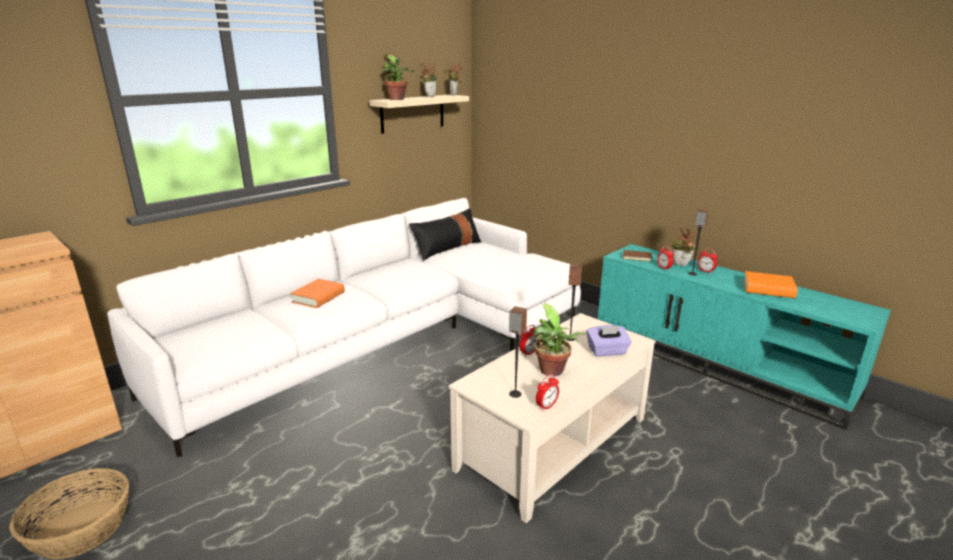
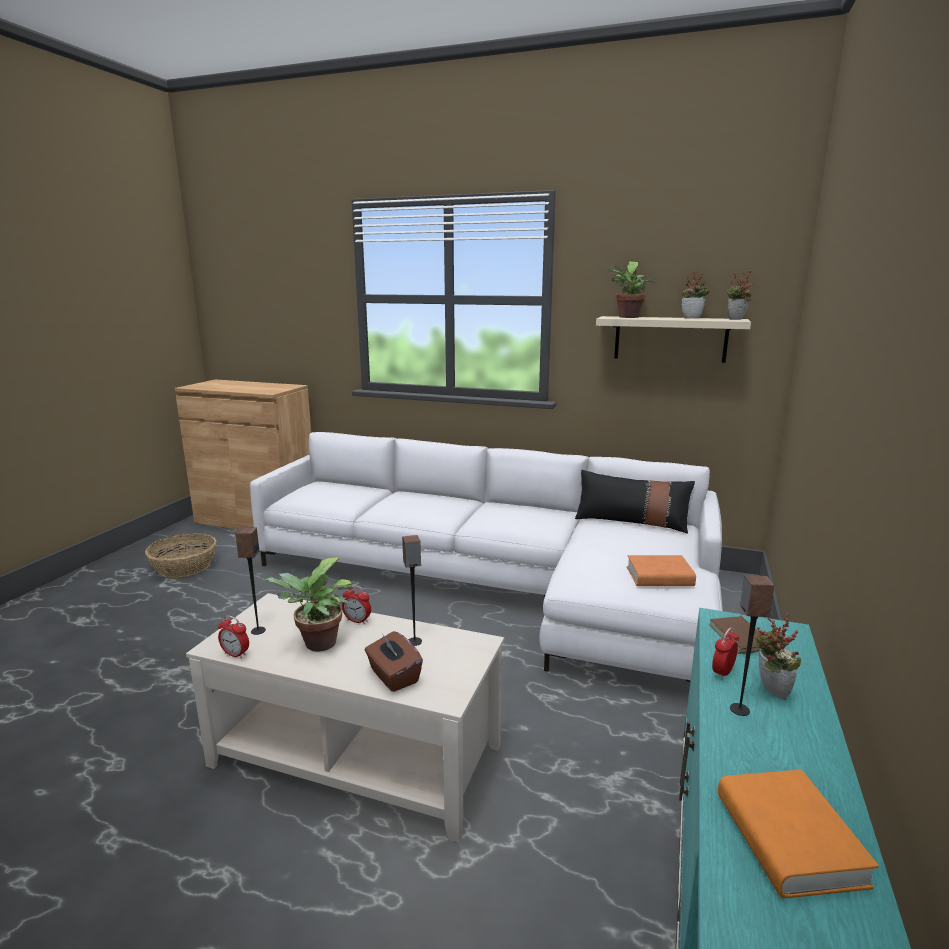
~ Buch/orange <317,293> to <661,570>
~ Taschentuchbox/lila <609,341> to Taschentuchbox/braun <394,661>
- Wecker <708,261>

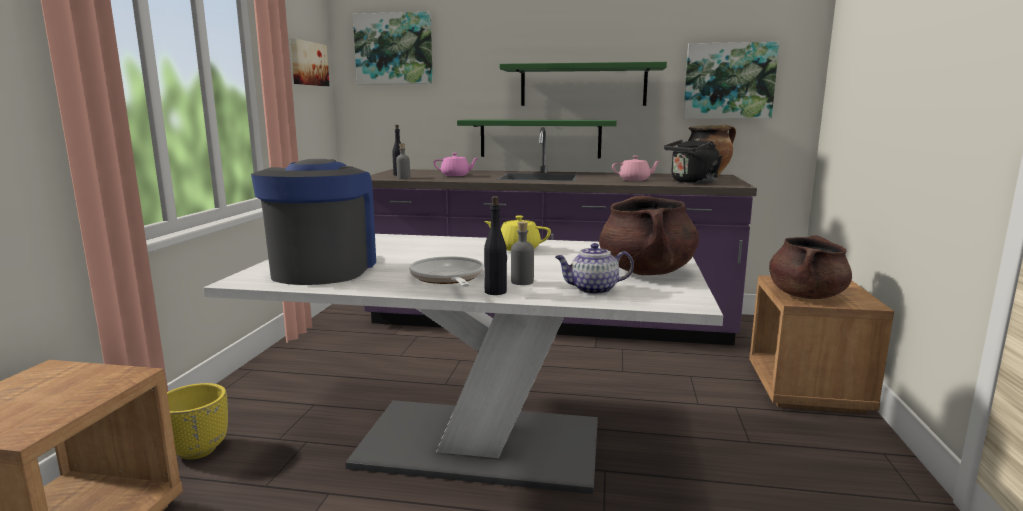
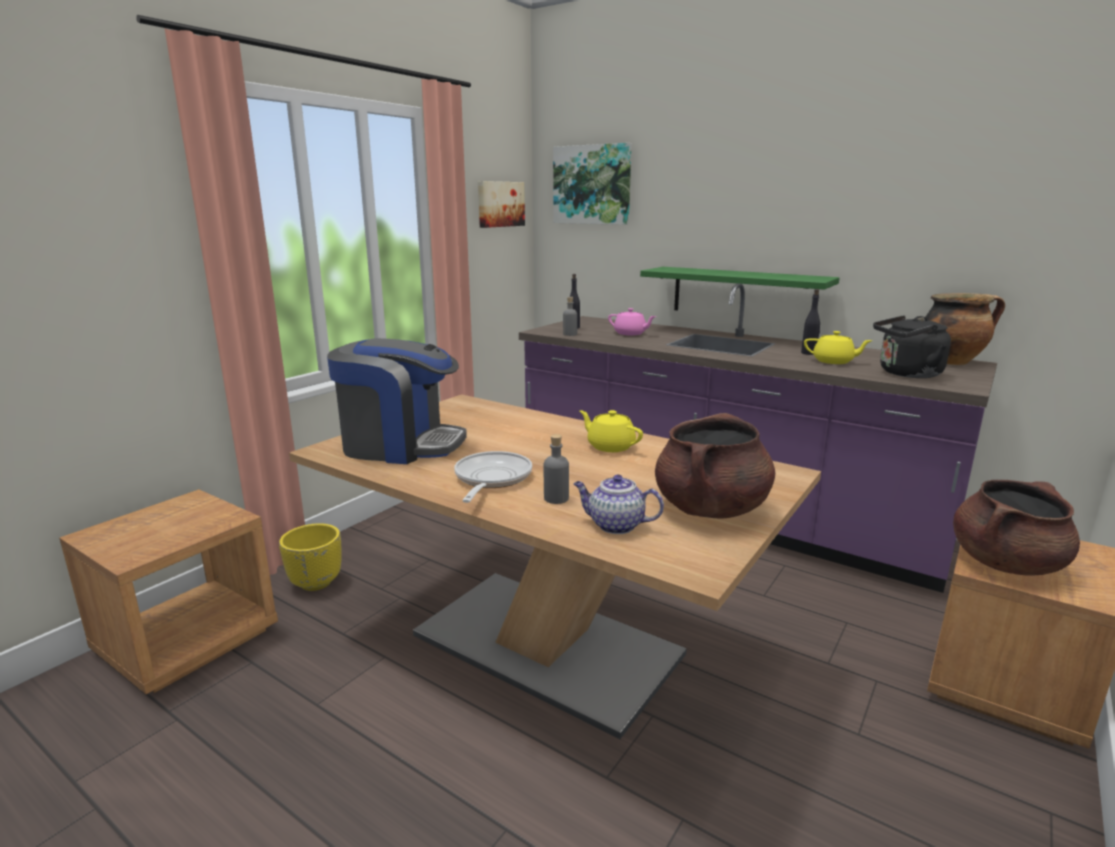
~ Esstisch/weiß <463,364> to Esstisch/braun <555,566>
~ Kaffeemaschine <313,222> = <397,401> 75 degrees clockwise
~ Flasche/schwarz <495,245> to <810,322>
- Wandregal/grün <583,84>
~ Teekanne/rosa <636,168> to Teekanne/gelb <838,347>
- Bild <731,80>

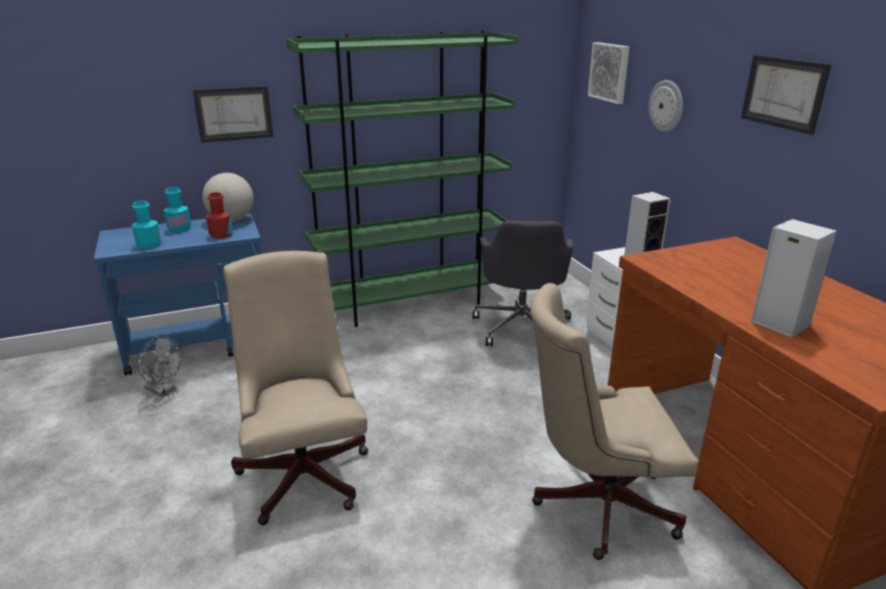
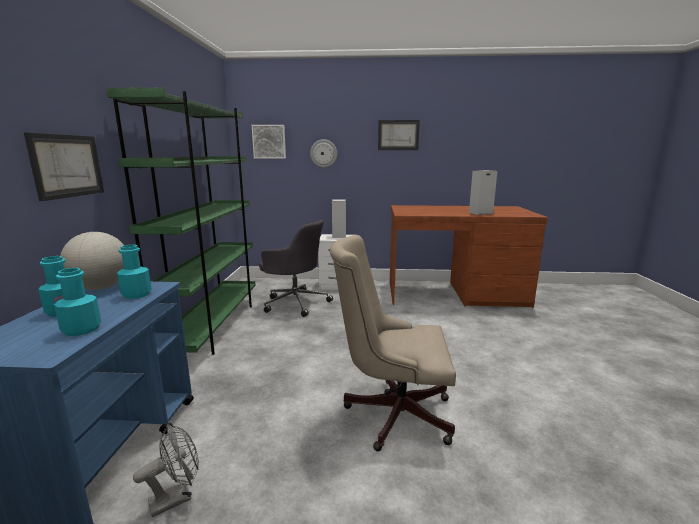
~ Flasche/rot <219,215> to Flasche/türkis <134,272>
- Bürostuhl/beige <614,421>

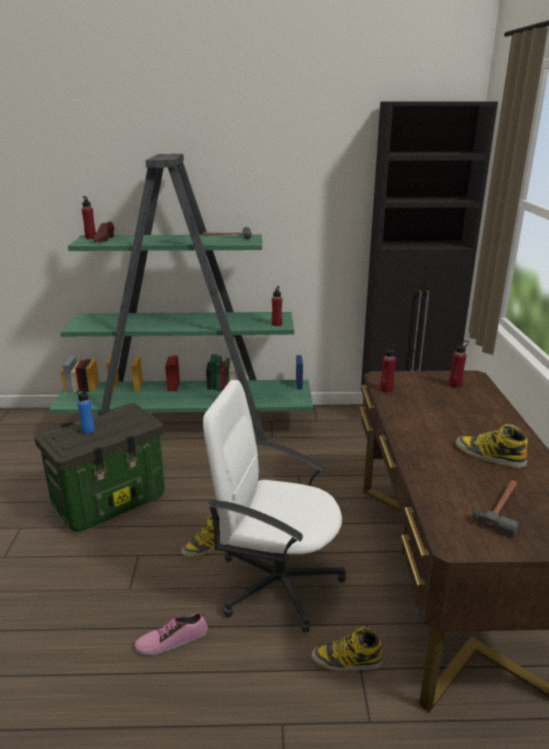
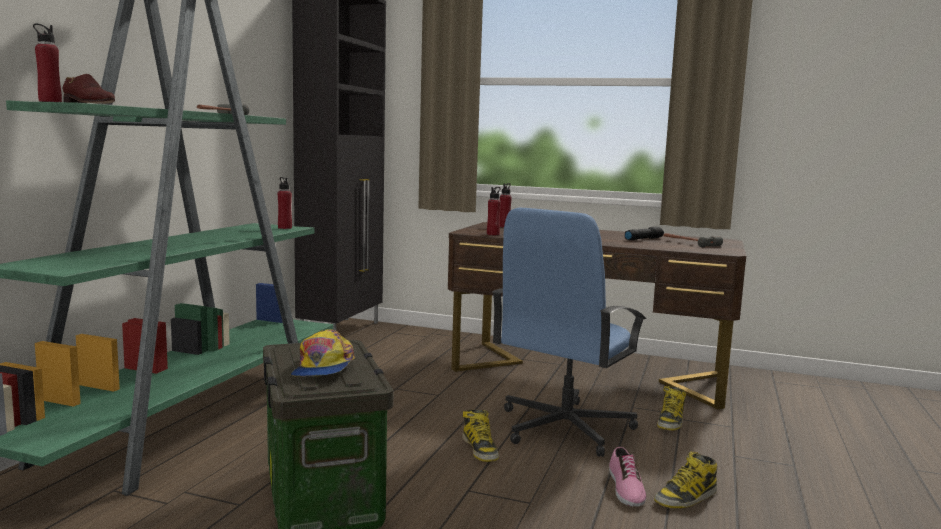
~ Flasche/blau <85,411> to Kappe <323,353>
~ Bürostuhl/weiß <274,506> to Bürostuhl/blau <569,332>
~ Stiefel <492,446> to <685,480>
+ Taschenlampe/schwarz <644,233>

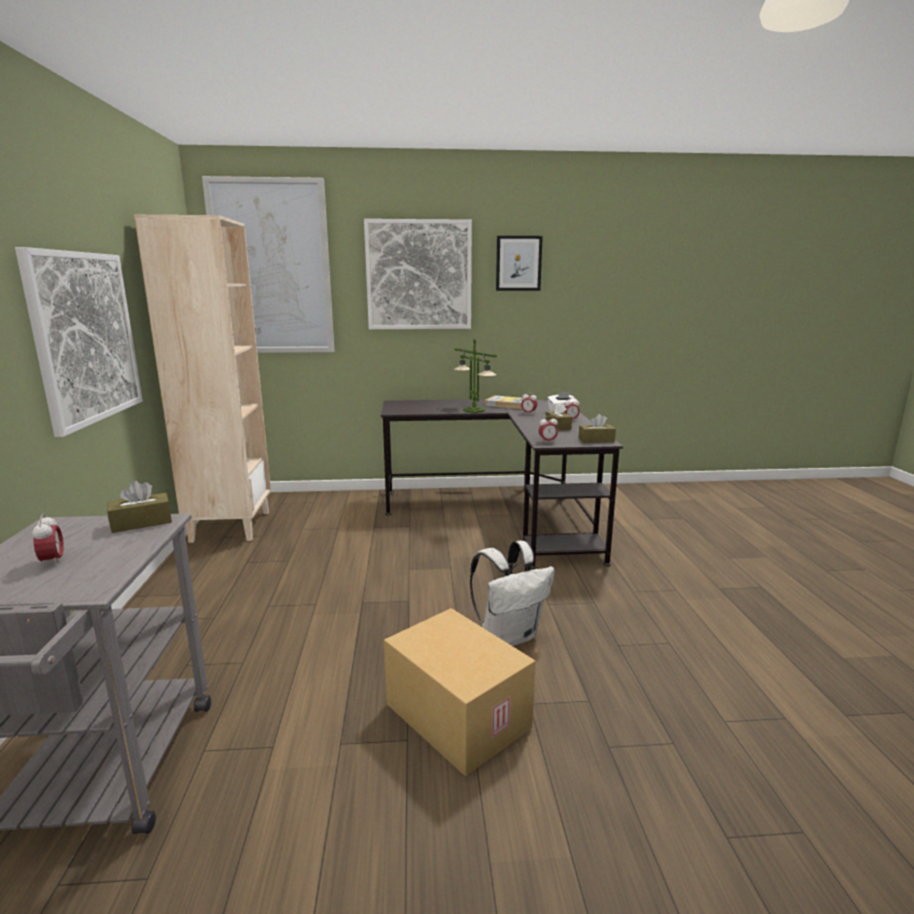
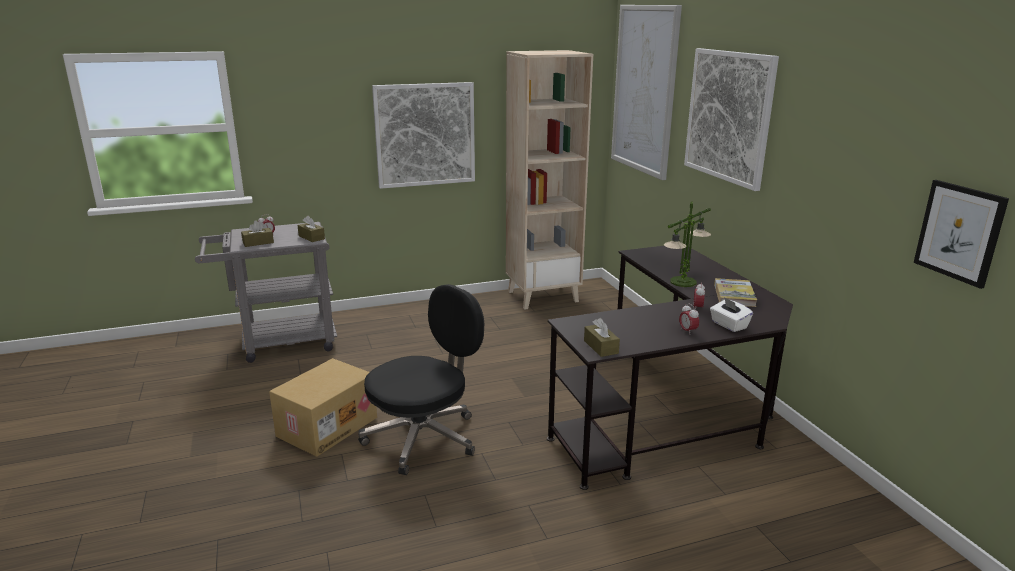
~ Rucksack/weiß <512,593> to Bürostuhl/schwarz <421,379>
~ Bild <519,263> to <961,234>
- Wecker <548,429>
~ Taschentuchbox/braun <559,416> to <257,233>

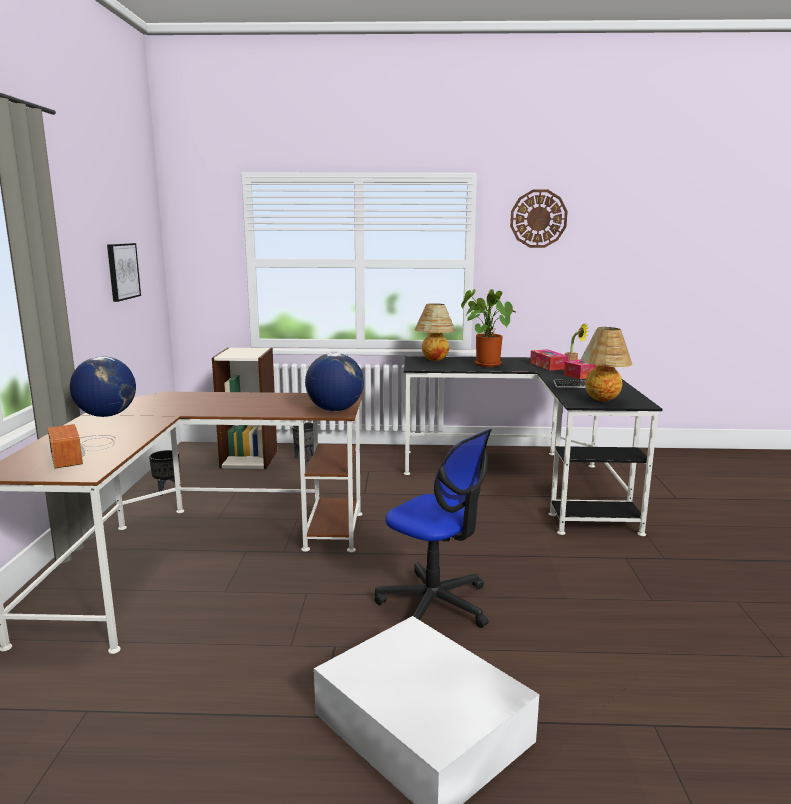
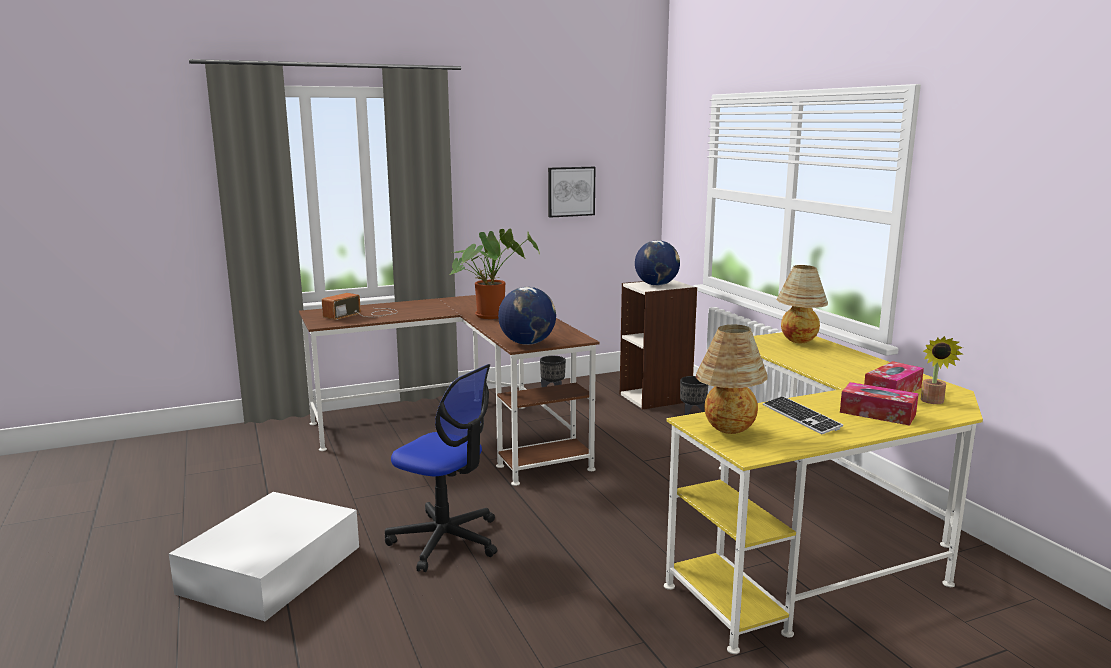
~ Globus <103,386> to <657,263>
~ Bürostuhl <433,528> = <441,468> 75 degrees counterclockwise
~ Schreibtisch/schwarz <533,446> to Schreibtisch/gelb <823,493>
~ Topfpflanze <489,328> to <495,274>
- Wanduhr <539,219>

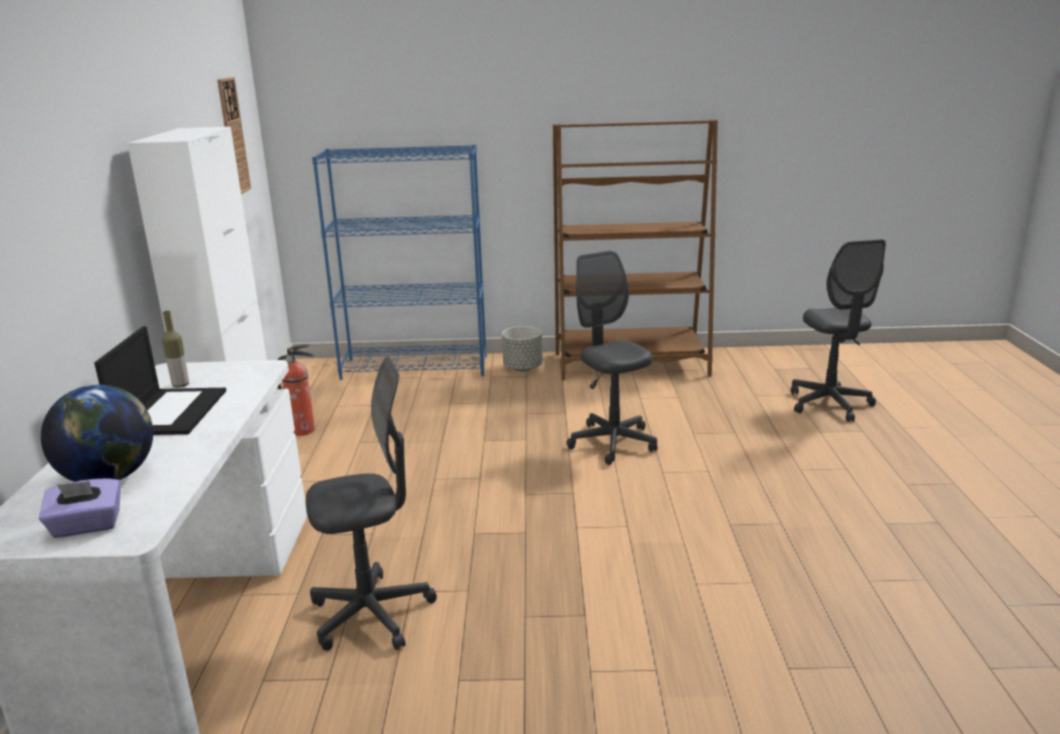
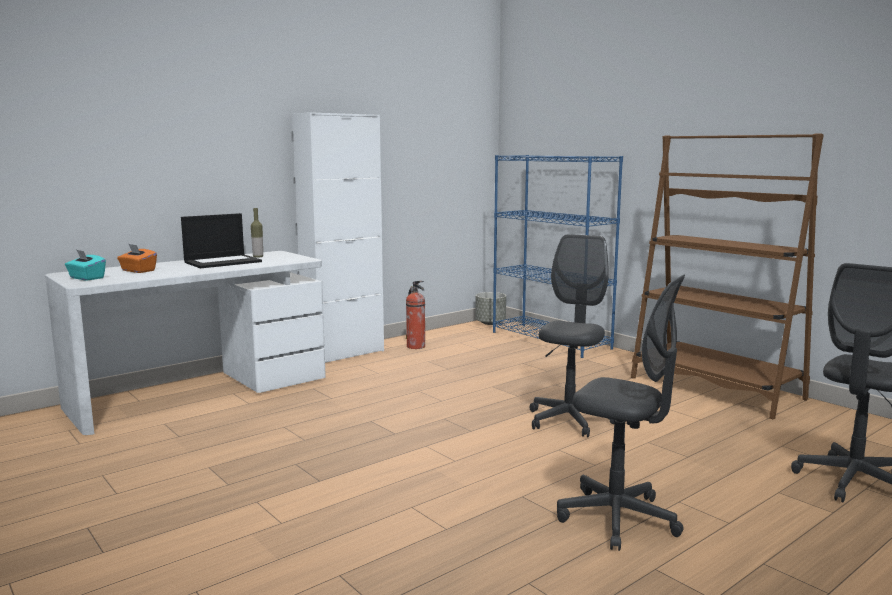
~ Taschentuchbox/lila <80,508> to Taschentuchbox/türkis <85,265>
~ Globus <97,433> to Taschentuchbox/orange <137,258>
- Wanduhr <234,136>
~ Bürostuhl/grau <371,503> to <621,413>
~ Pflanzkübel/grau <522,348> to <490,308>

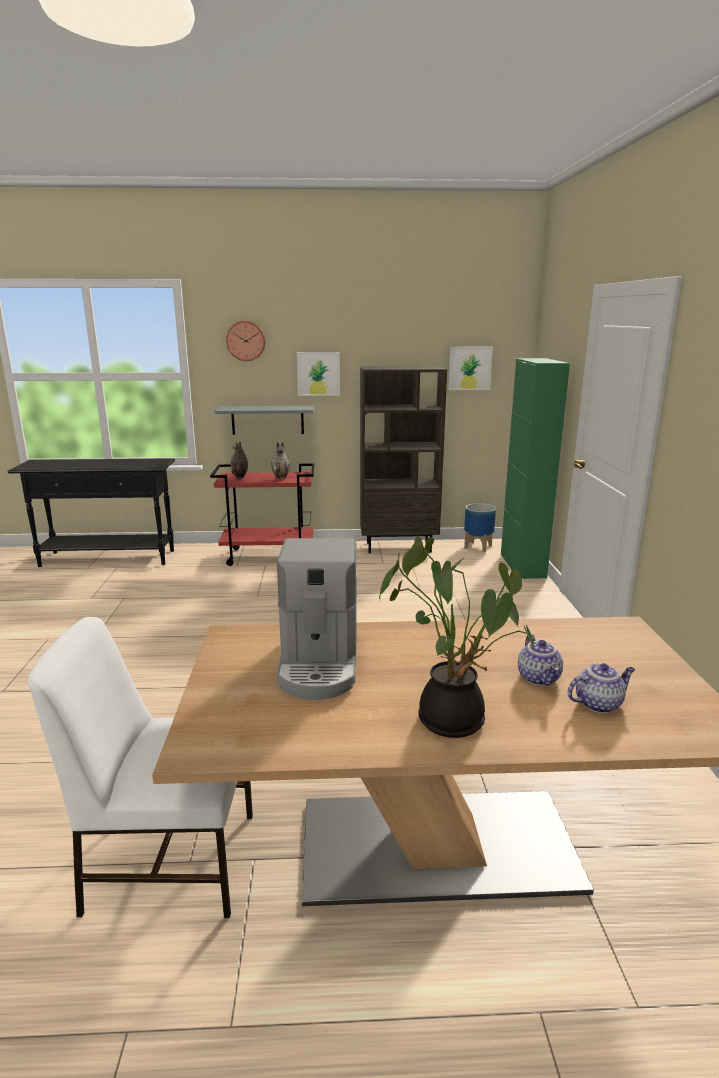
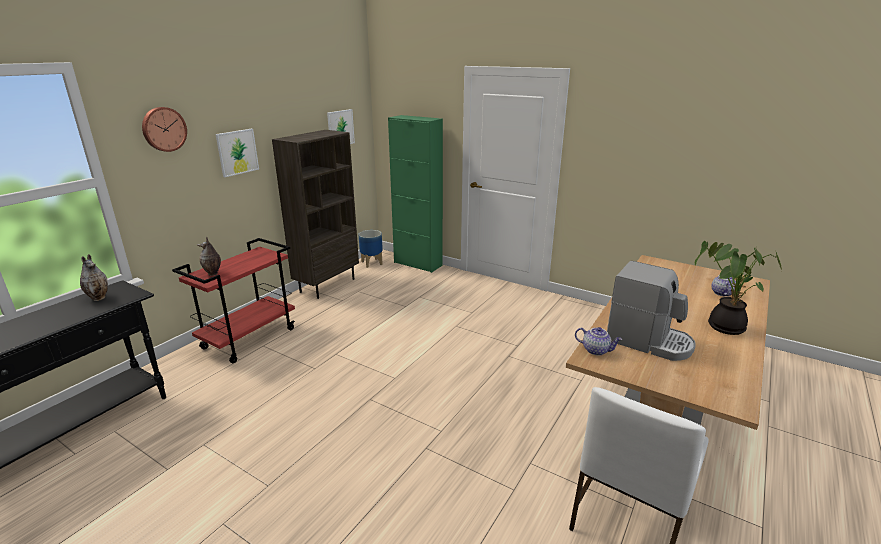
- Wandregal/grau <264,420>
~ Vase <280,461> to <94,277>
~ Teekanne <540,660> to <598,341>

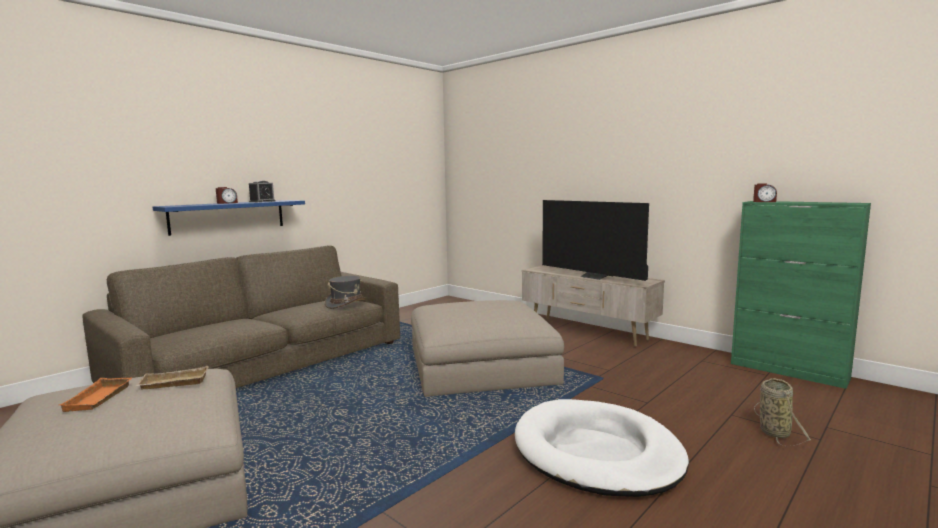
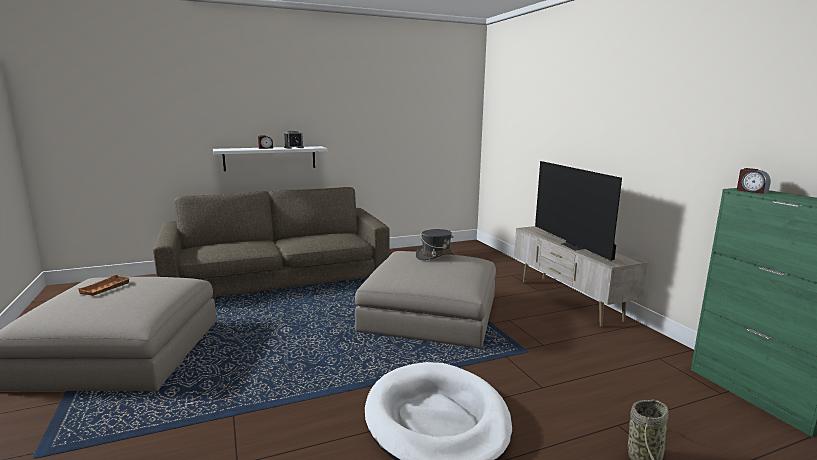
- Tablett/beige <172,377>
~ Wandregal/blau <229,218> to Wandregal/weiß <270,158>
~ Hut/grau <346,292> to <436,244>

